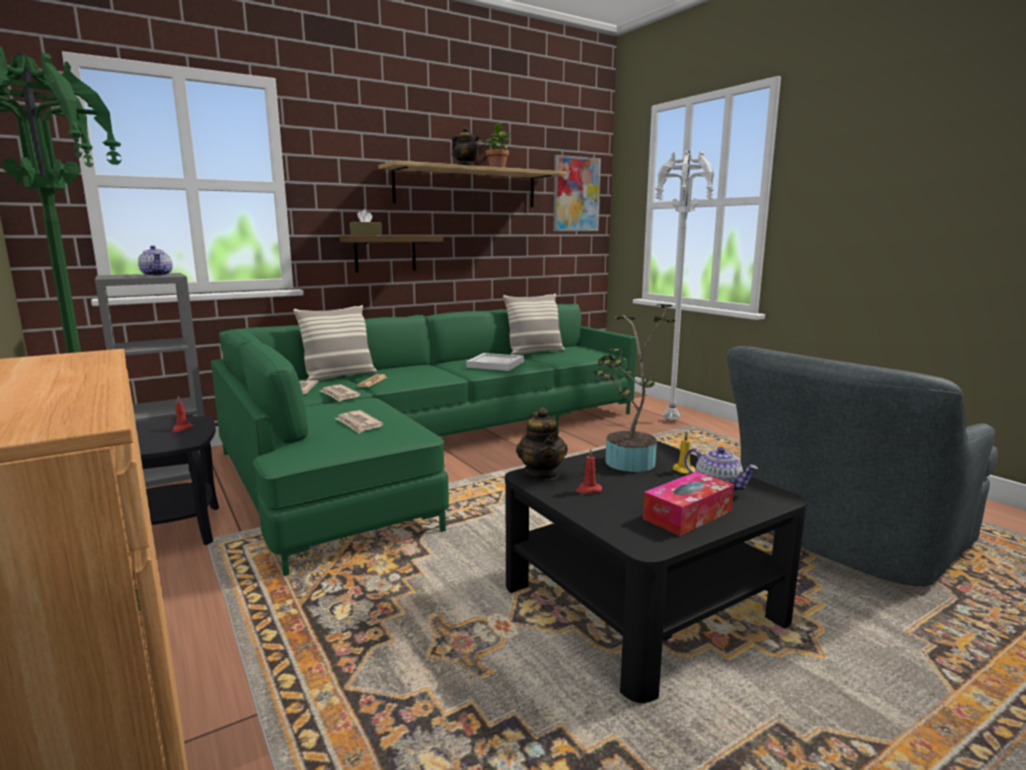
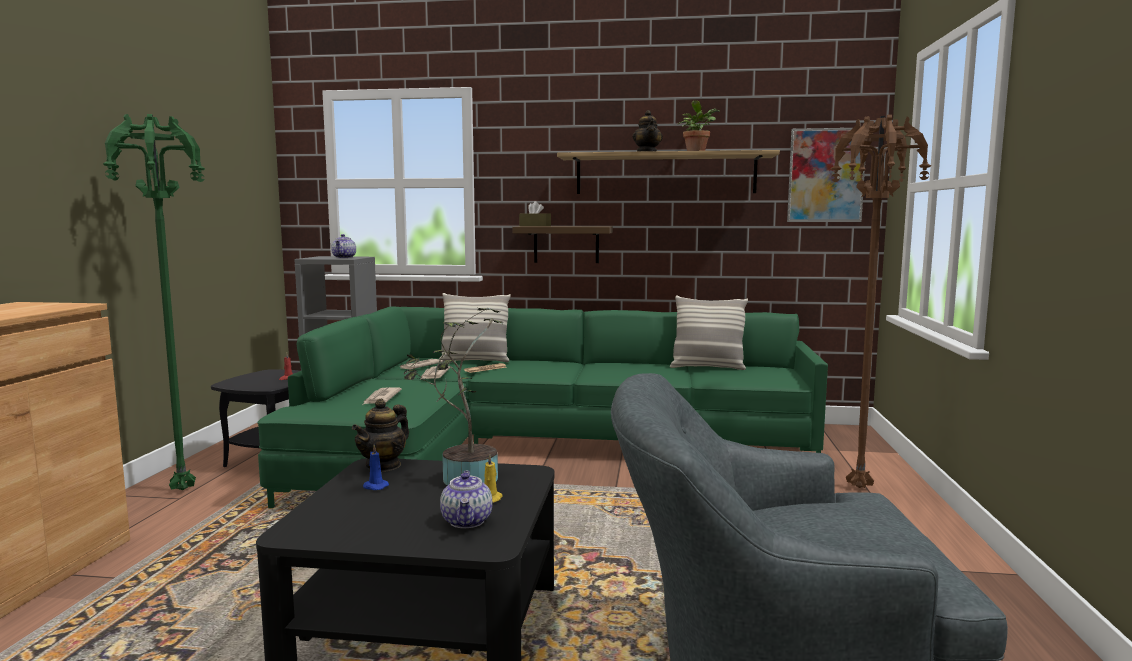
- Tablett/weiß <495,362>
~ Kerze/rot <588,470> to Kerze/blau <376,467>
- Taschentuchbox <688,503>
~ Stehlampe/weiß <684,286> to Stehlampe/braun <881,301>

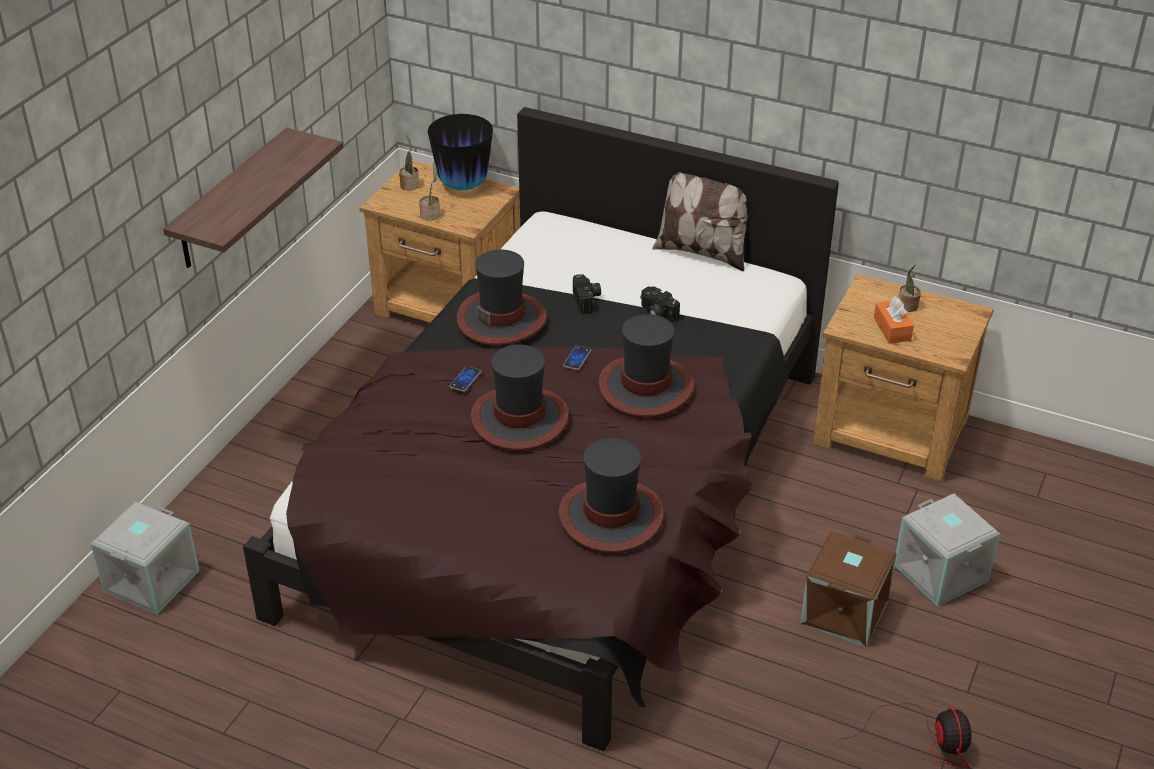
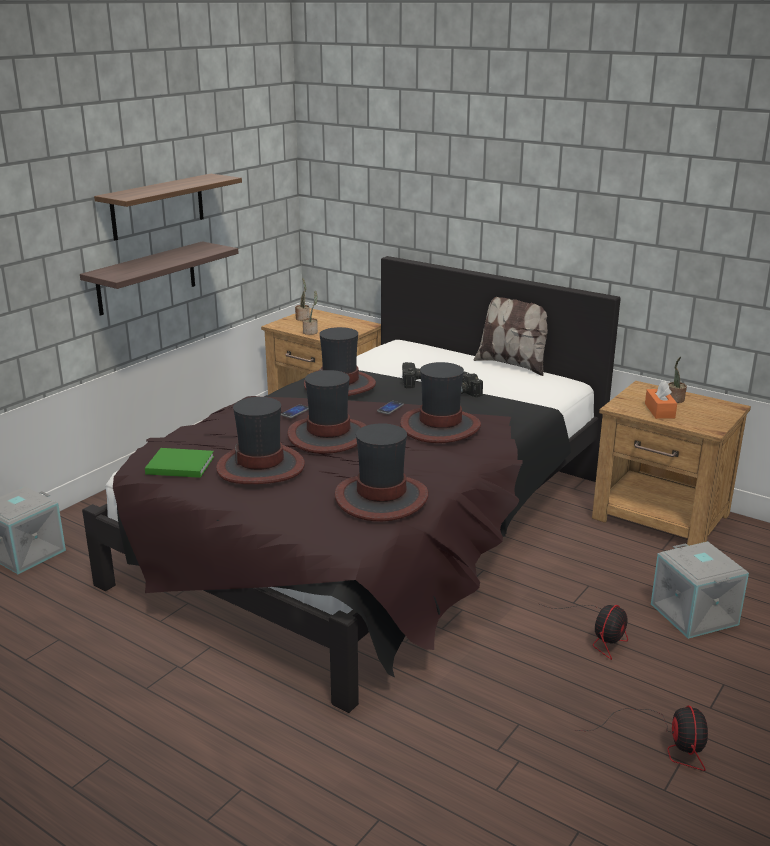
- Vase <460,152>
~ Aufbewahrungsbox/braun <848,589> to Ventilator <584,632>
+ Wandregal <168,207>
+ Buch/grün <179,463>
+ Hut <260,440>

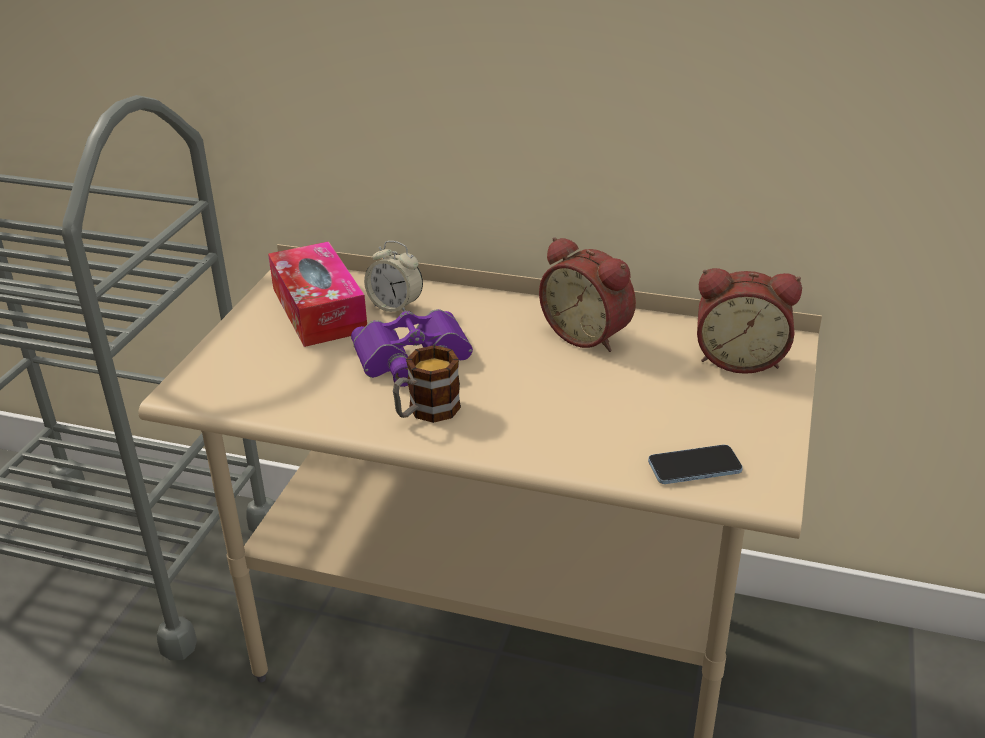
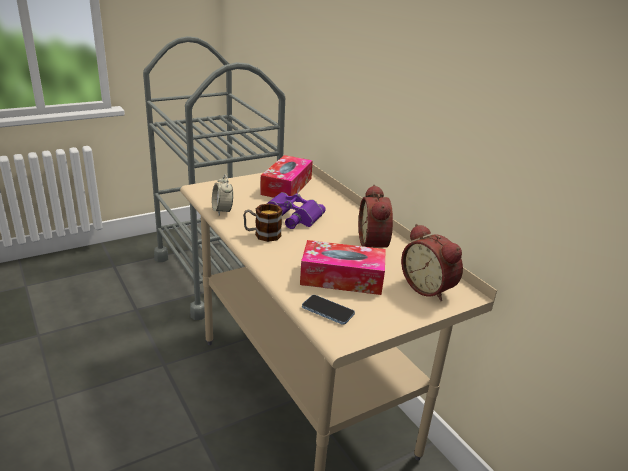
~ Wecker <393,276> to <222,195>
+ Taschentuchbox <343,267>

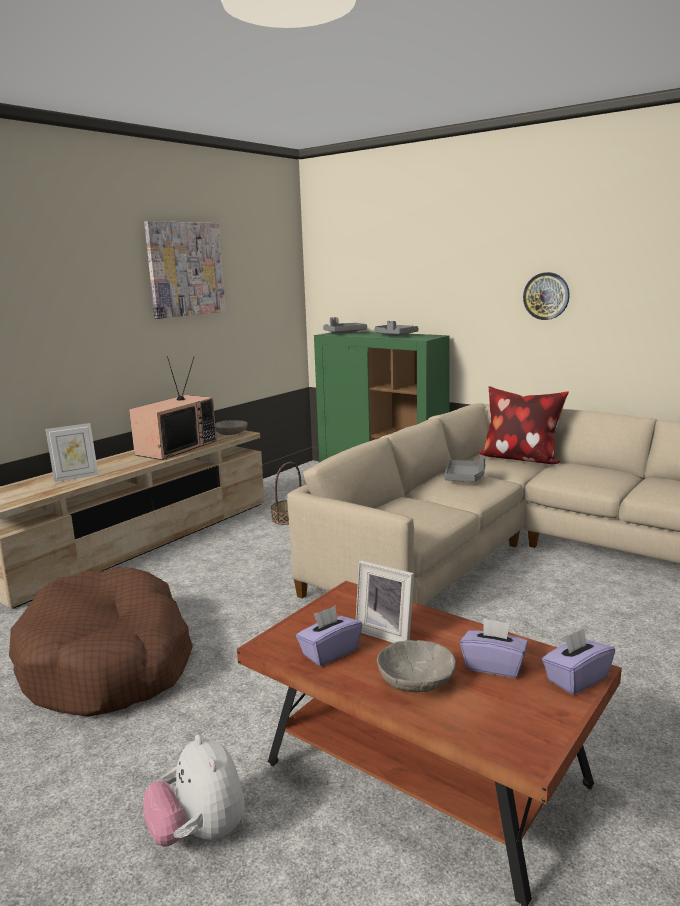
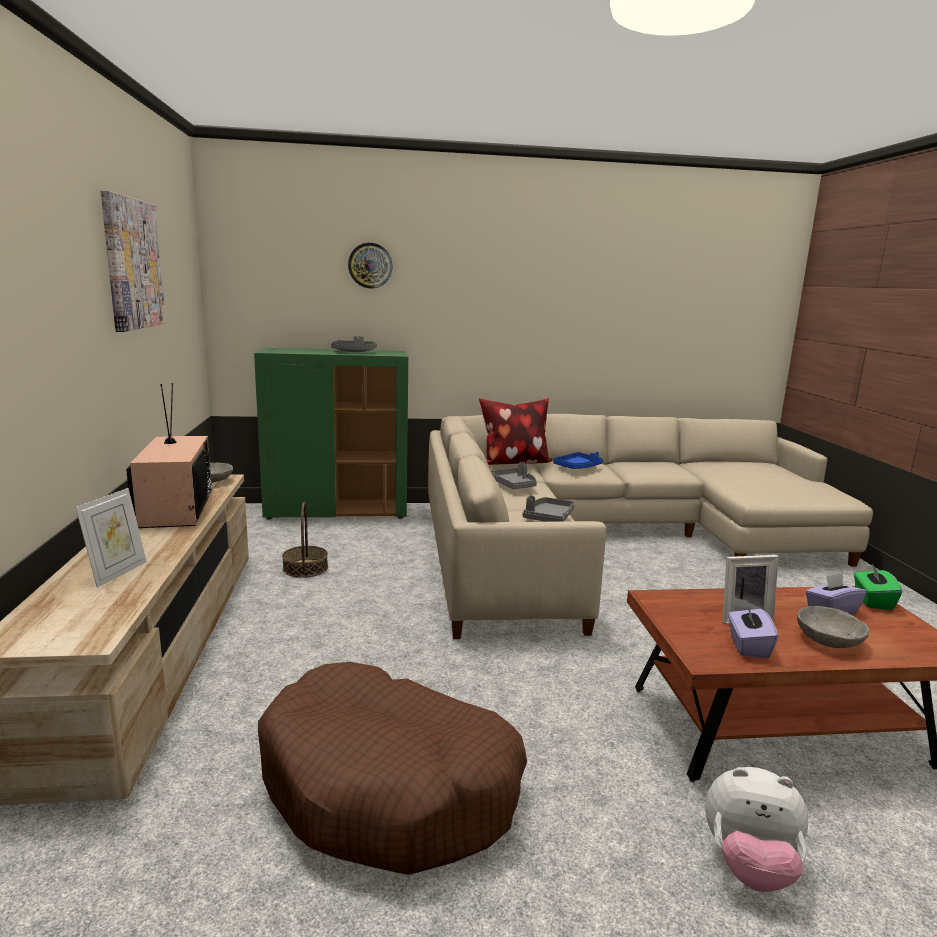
~ Tablett/grau <345,325> to <549,508>
~ Wanduhr <546,296> to <370,266>
~ Taschentuchbox/lila <578,662> to Taschentuchbox/grün <878,586>
+ Tablett/blau <578,460>

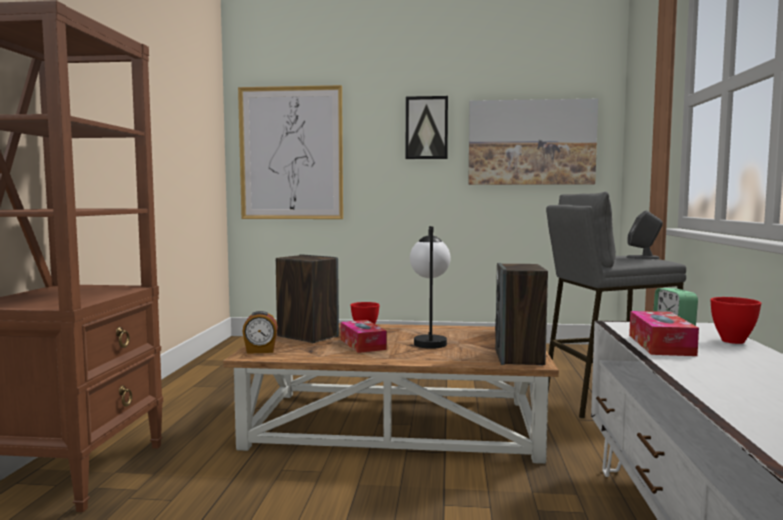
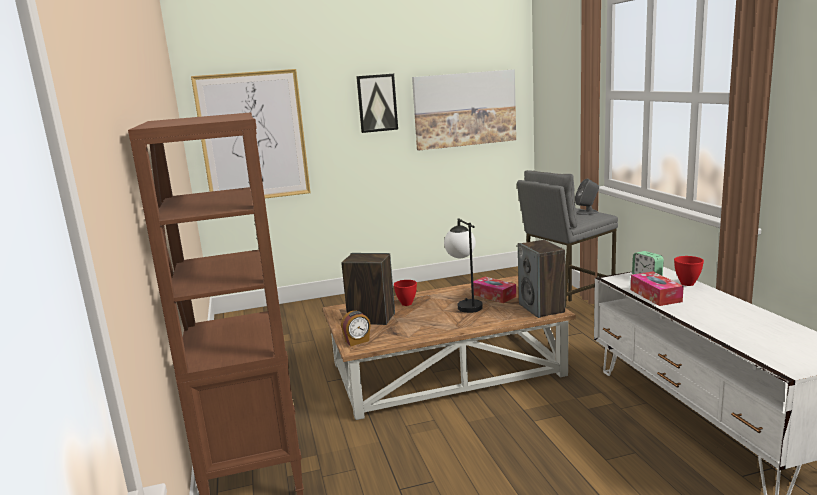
~ Taschentuchbox <364,336> to <494,290>

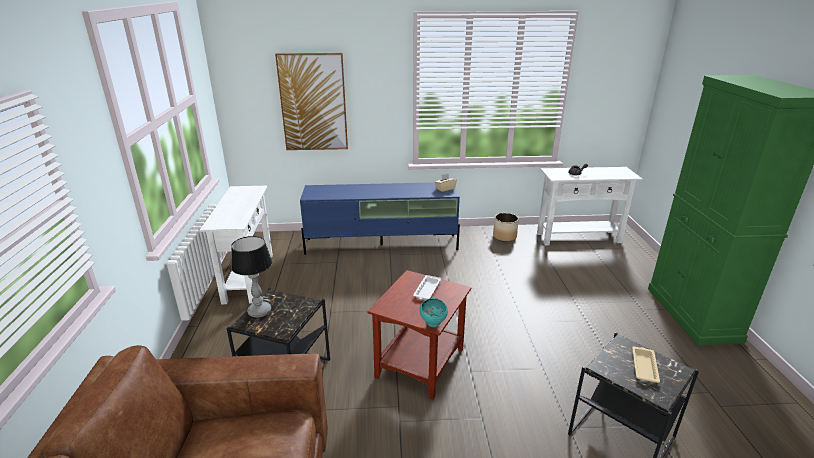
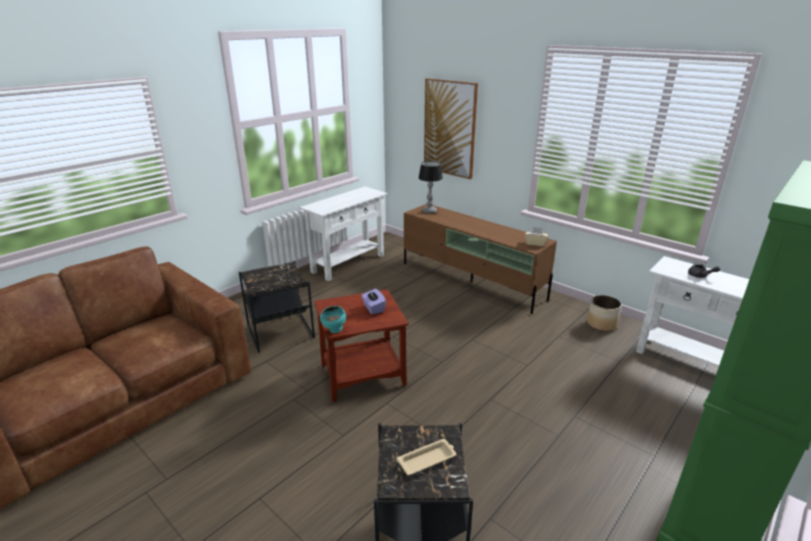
~ Tischlampe <251,277> to <430,187>
~ Fernsehschrank/blau <380,218> to Fernsehschrank/braun <480,259>
~ Tablett/weiß <427,287> to Taschentuchbox/lila <373,302>

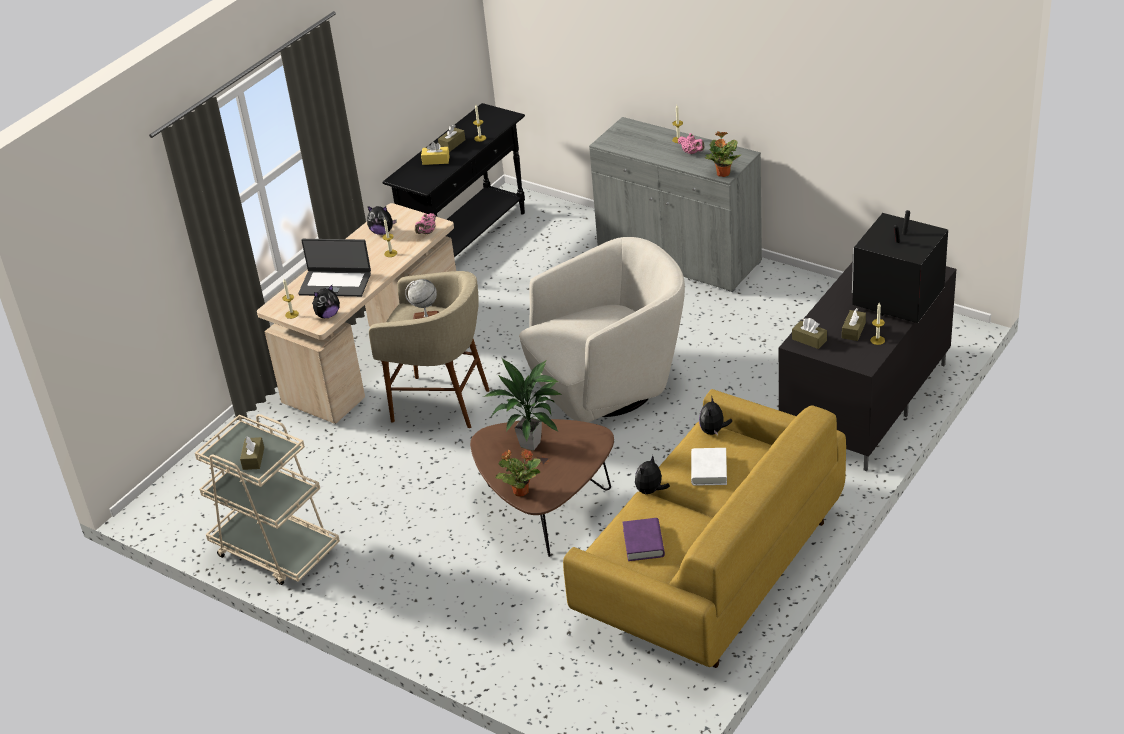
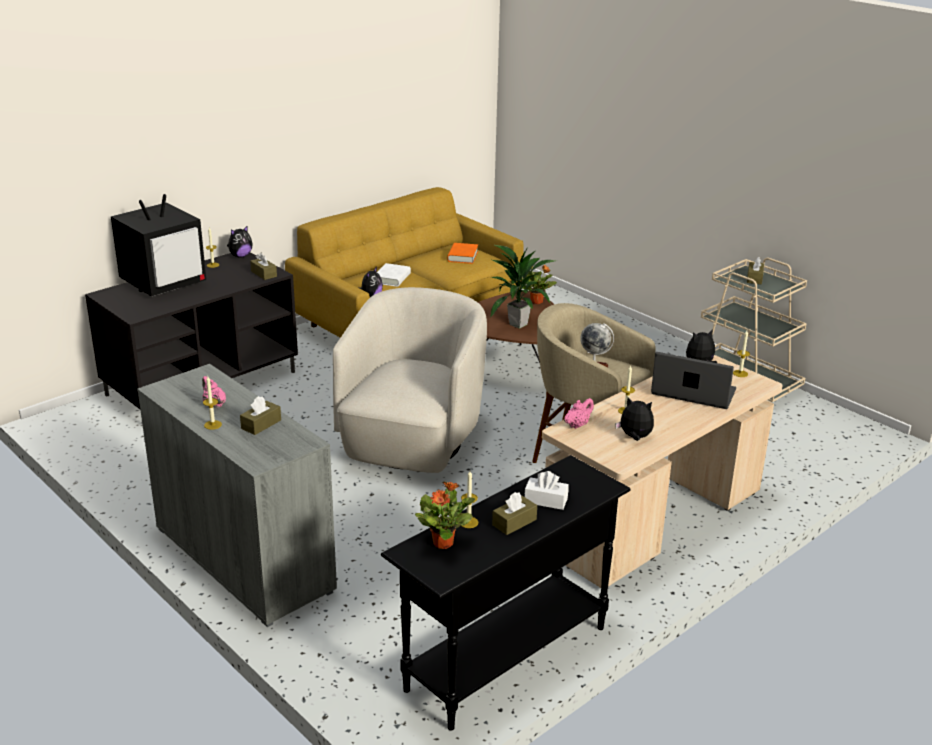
~ Taschentuchbox/gelb <435,153> to Taschentuchbox/weiß <547,490>
~ Sessel/beige <602,330> = <410,380> 120 degrees clockwise
~ Buch/lila <644,539> to Buch/orange <462,253>
~ Plüschtier <652,474> to <240,241>
~ Topfpflanze <723,154> to <445,515>
~ Taschentuchbox/braun <854,324> to <260,415>

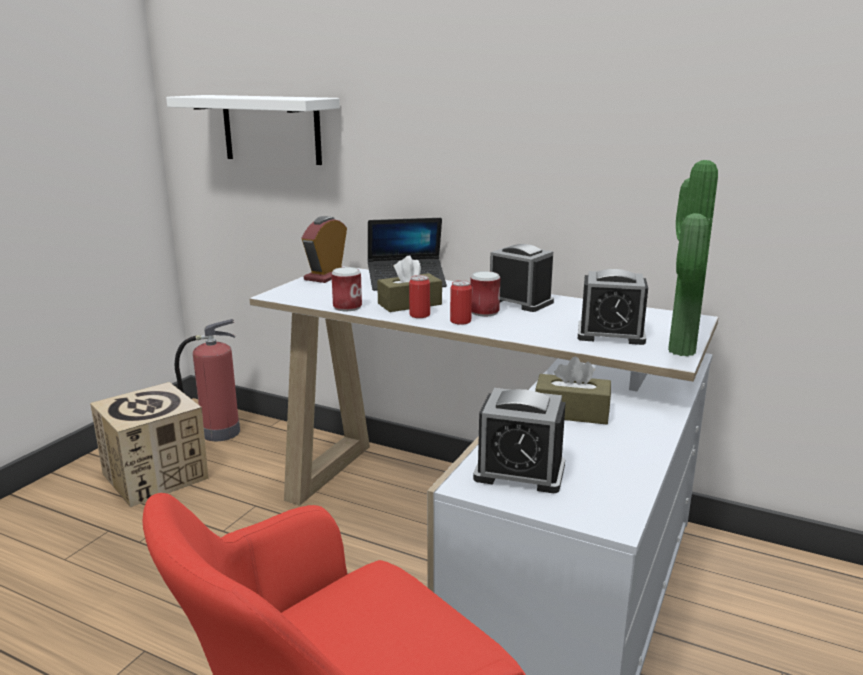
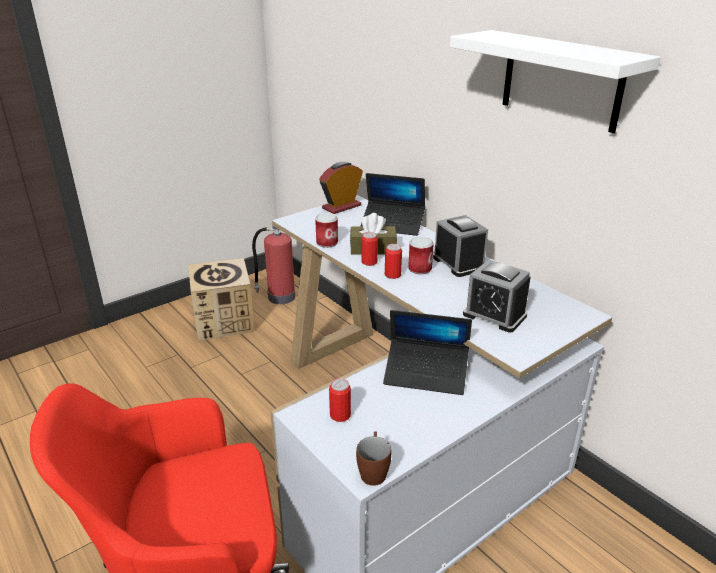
~ Wandregal/weiß <253,130> to <555,81>
~ Wecker <519,440> to Dose <340,400>
~ Taschentuchbox/braun <573,391> to Laptop <427,352>
- Topfpflanze <693,258>
+ Henkelbecher/braun <373,458>

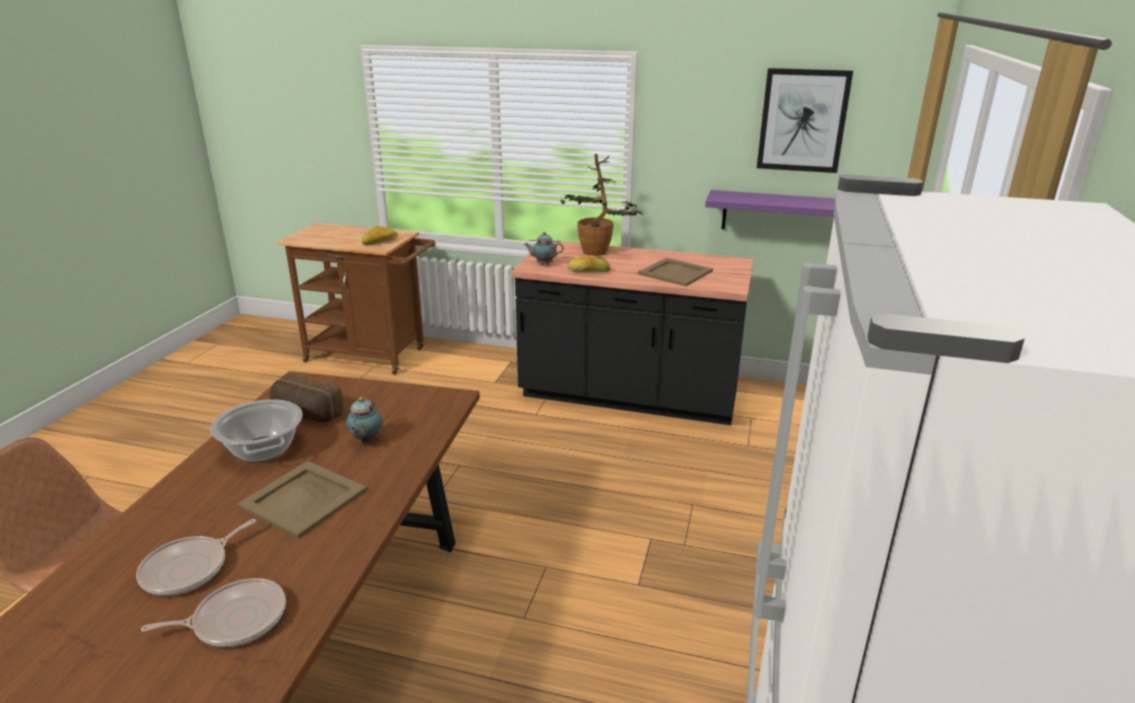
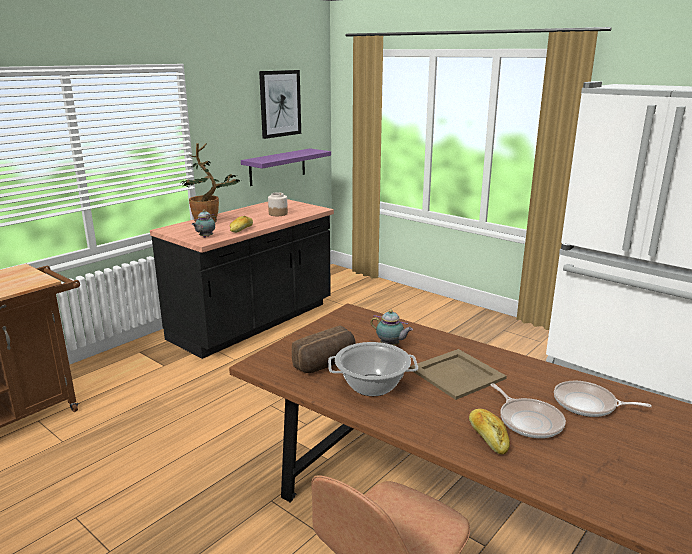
~ Pfanne <213,612> = <603,399> 75 degrees counterclockwise
~ Brot <380,235> to <489,431>
~ Tablett/beige <675,272> to Vorratsglas <278,204>

